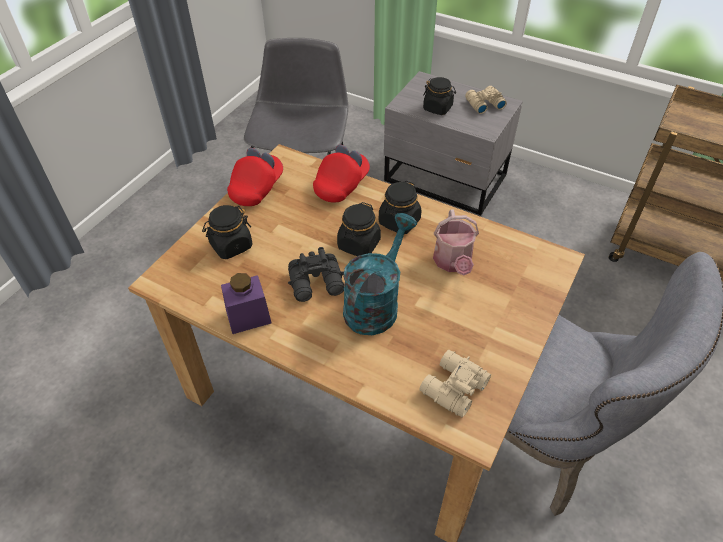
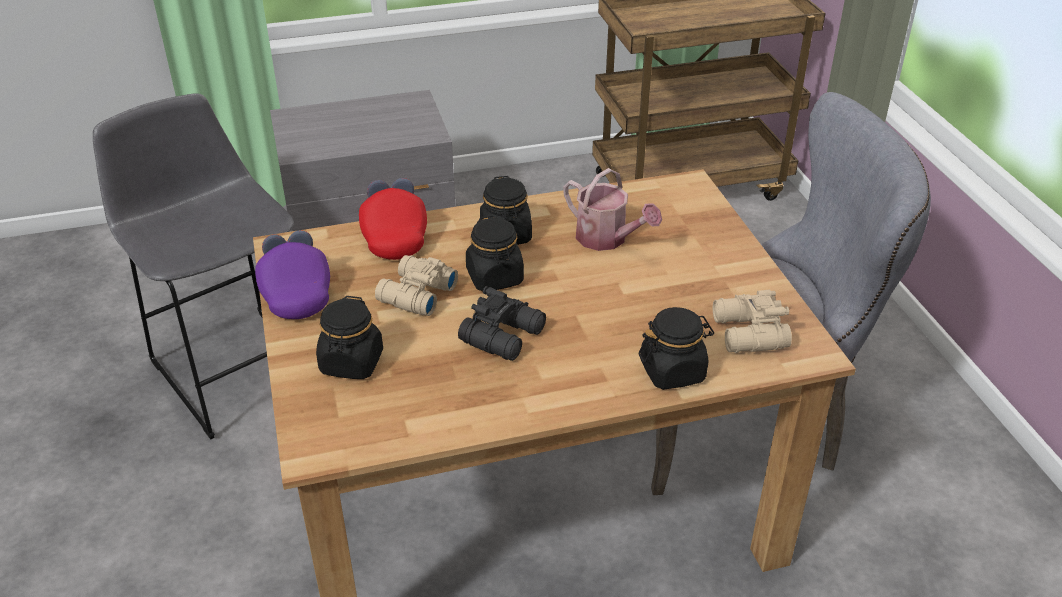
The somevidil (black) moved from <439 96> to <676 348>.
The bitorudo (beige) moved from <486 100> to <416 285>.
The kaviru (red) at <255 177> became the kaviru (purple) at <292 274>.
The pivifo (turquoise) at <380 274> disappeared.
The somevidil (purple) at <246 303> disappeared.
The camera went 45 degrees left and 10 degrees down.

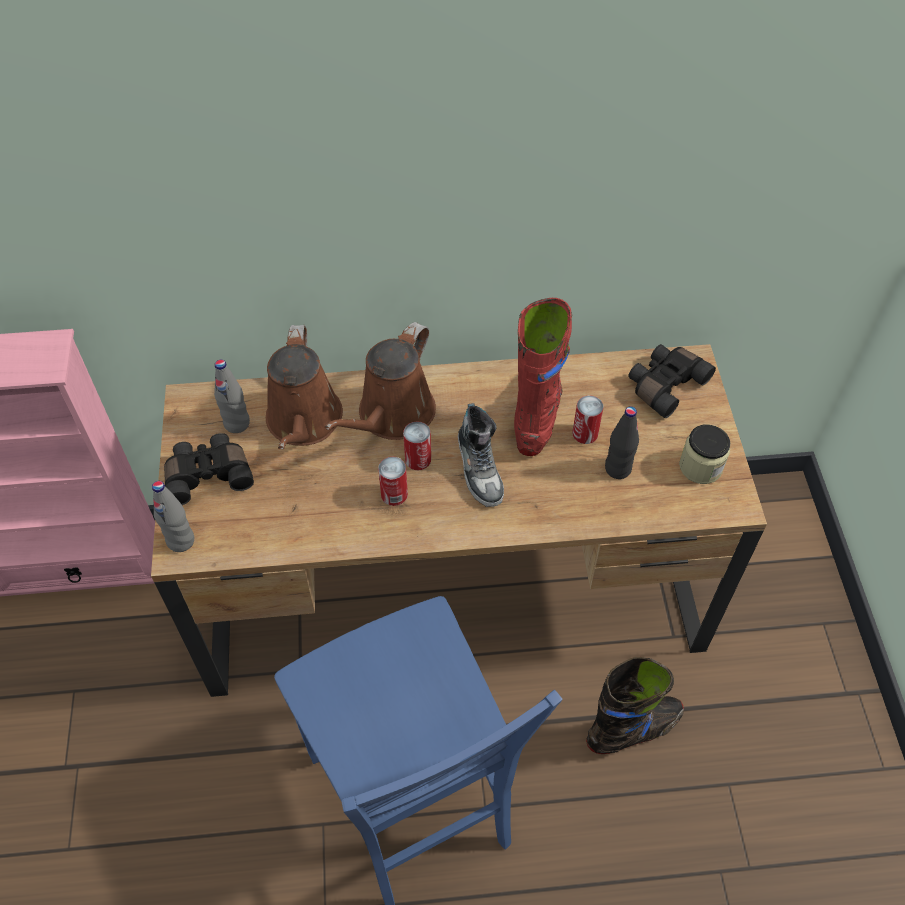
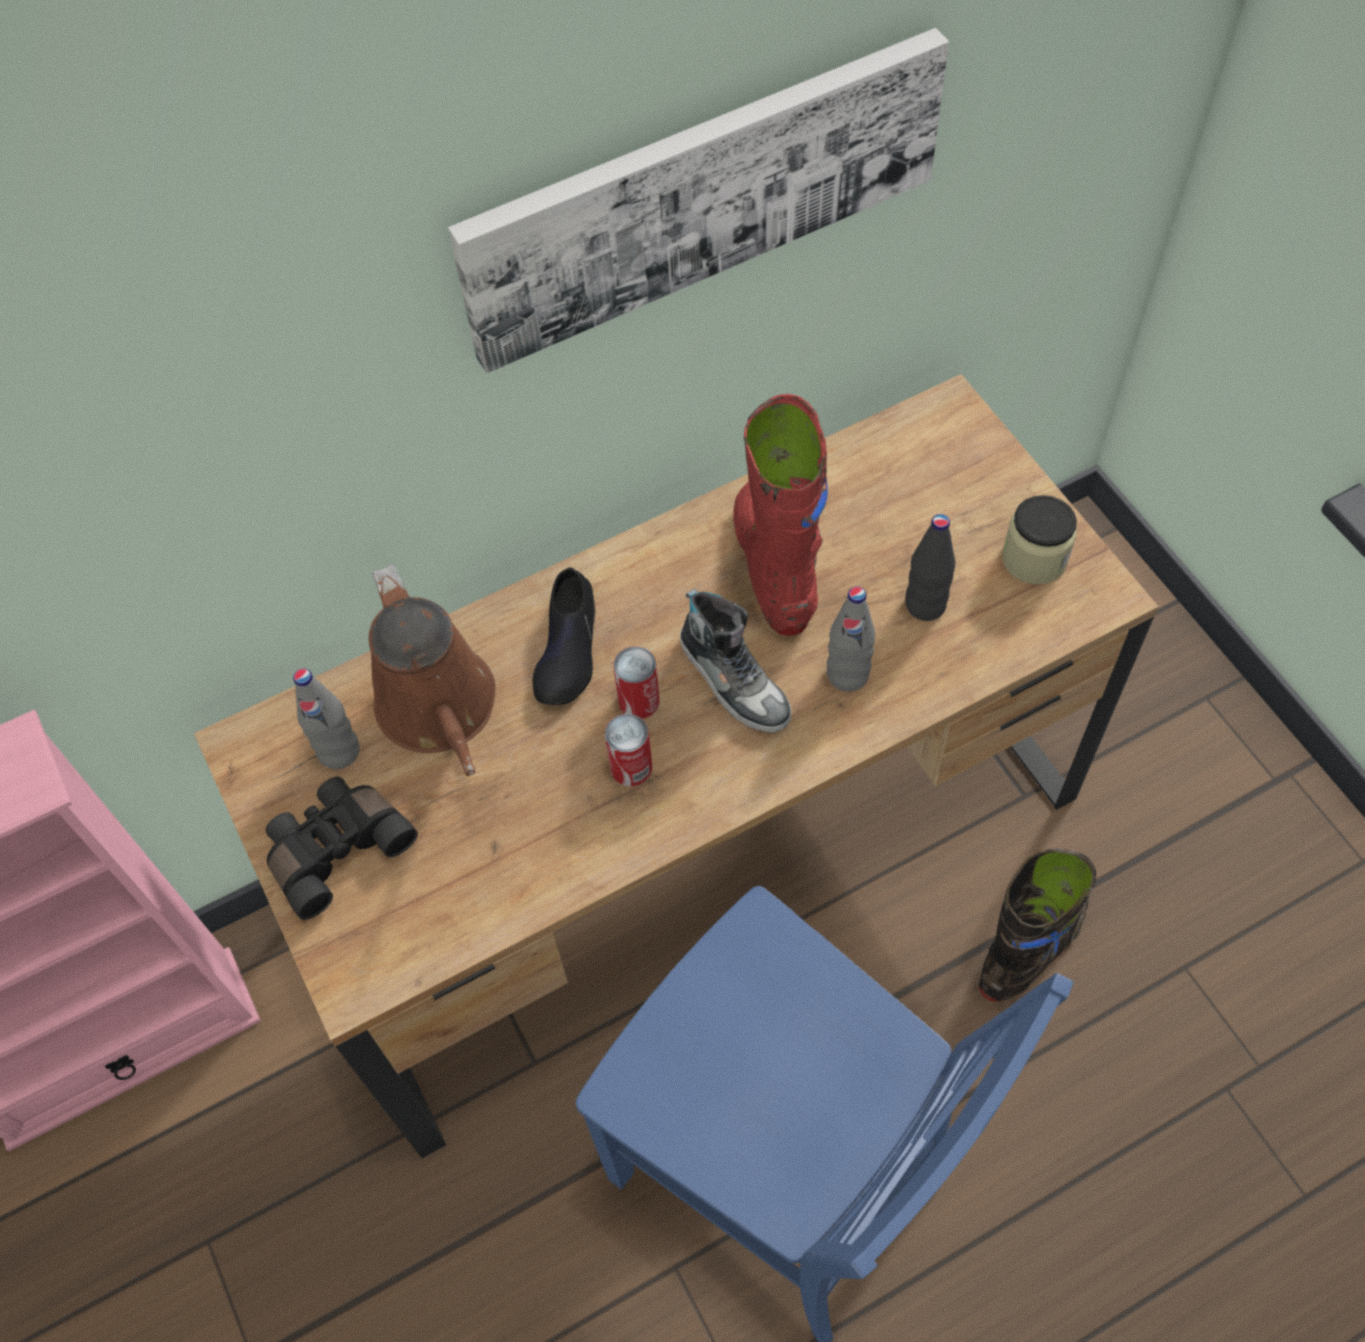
The pivifo (brown) at <380 381> was replaced by the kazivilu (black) at <563 636>.
The bitorudo (black) at <672 381> disappeared.
The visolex at <588 419> disappeared.
The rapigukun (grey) moved from <173 516> to <851 639>.
The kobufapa at <698 200> appeared.
The camera went 20 degrees left and 5 degrees up.

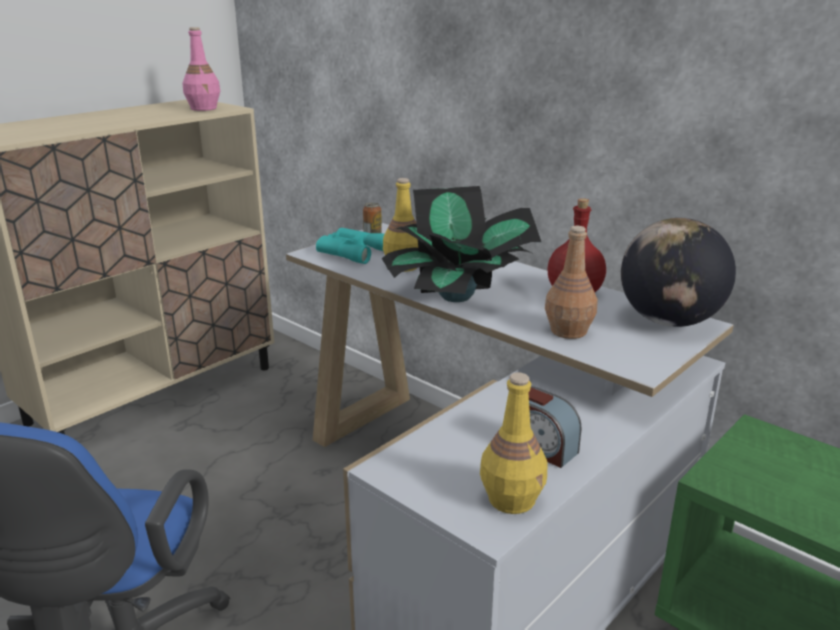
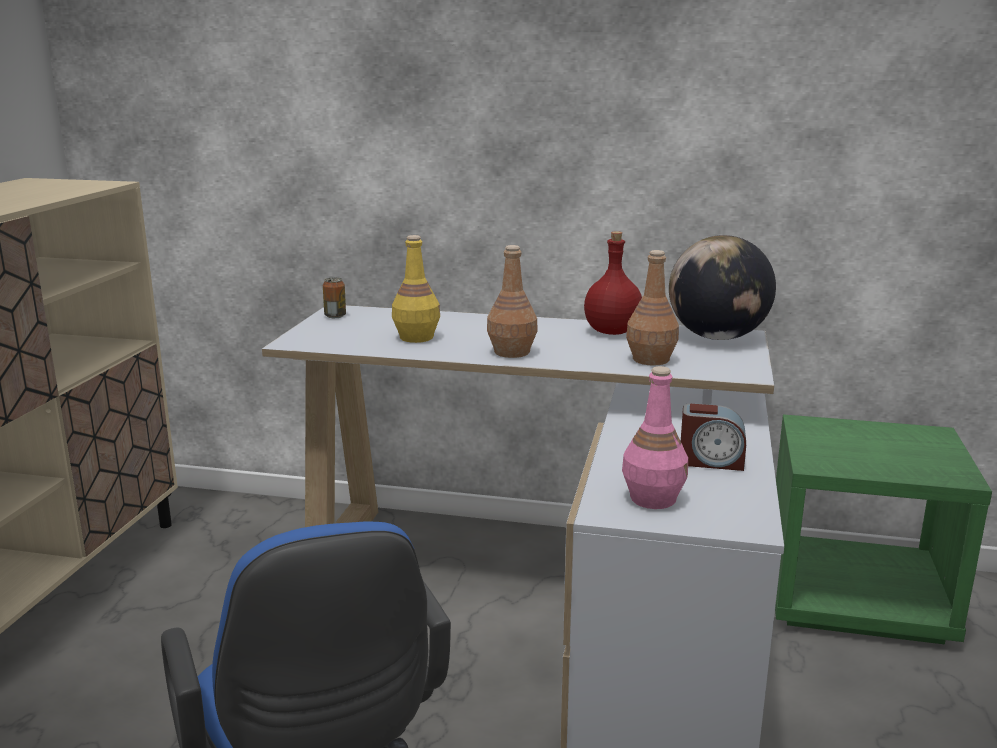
The rapigukun (pink) moved from <201 69> to <655 437>.
The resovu at <461 244> was replaced by the rapigukun (brown) at <512 301>.
The bitorudo (turquoise) at <350 246> disappeared.
The rapigukun (yellow) at <514 443> disappeared.
The camera went 30 degrees left and 5 degrees down.

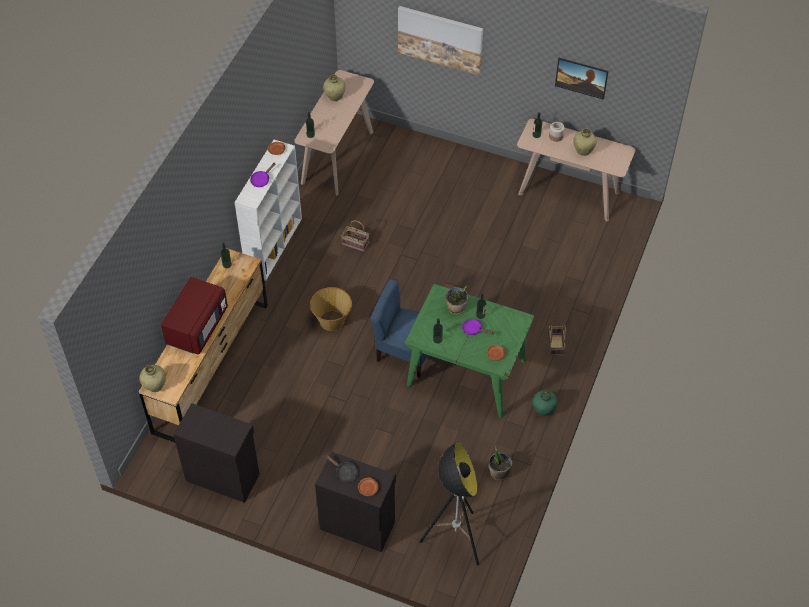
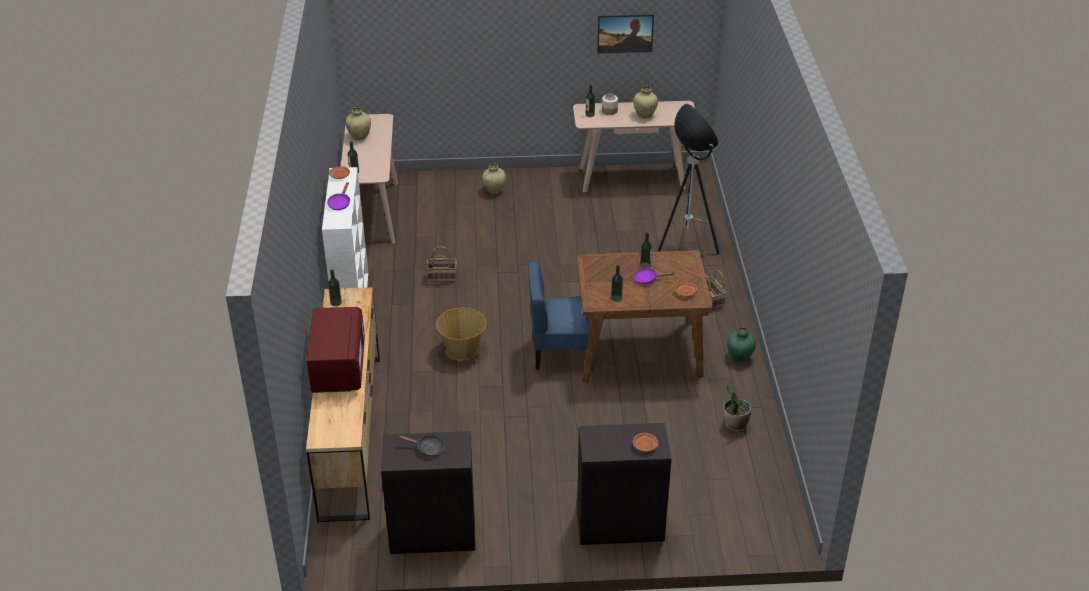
The kobufapa at <440 40> disappeared.
The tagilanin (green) at <469 351> became the tagilanin (brown) at <644 316>.
The resovu at <457 300> disappeared.
The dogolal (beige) moved from <152 378> to <494 179>.
The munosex moved from <449 504> to <689 179>.
The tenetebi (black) moved from <342 468> to <422 446>.
The camera went 25 degrees left and 15 degrees down.

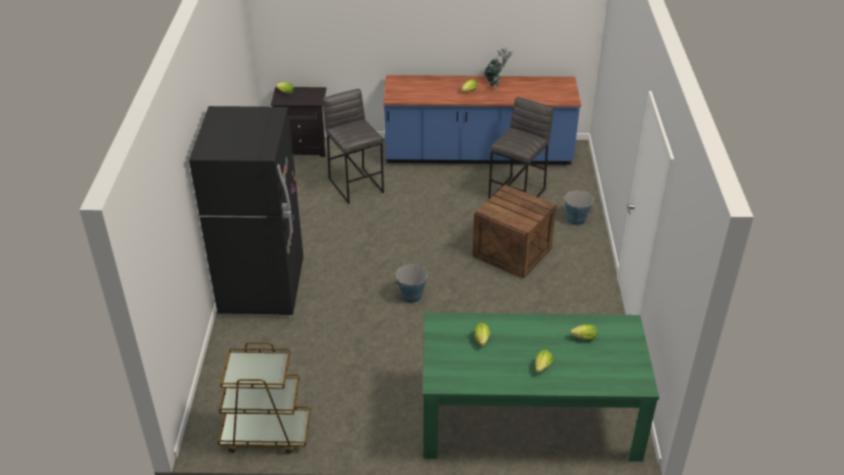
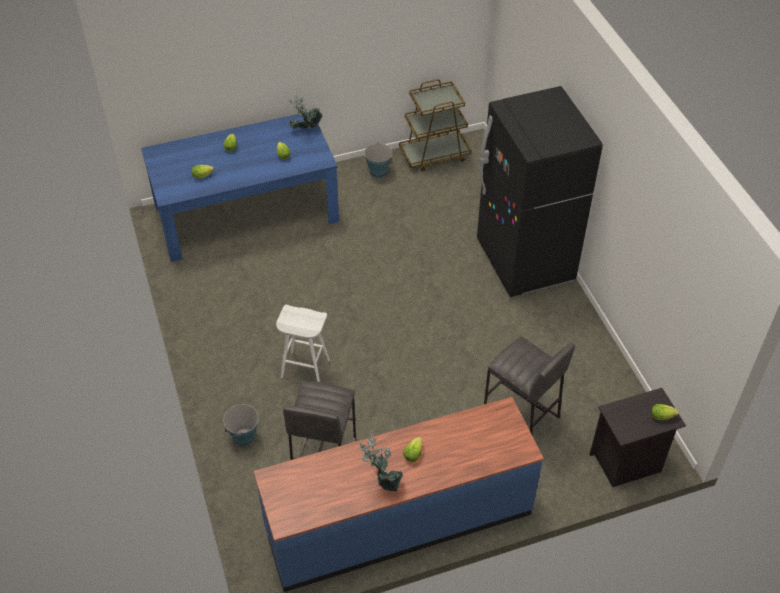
The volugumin at <514 231> was replaced by the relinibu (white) at <303 343>.
The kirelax moved from <412 283> to <378 160>.
The tagilanin (green) at <540 387> became the tagilanin (blue) at <240 187>.
The resovu at <305 112> appeared.
The camera went 160 degrees right and 10 degrees up.

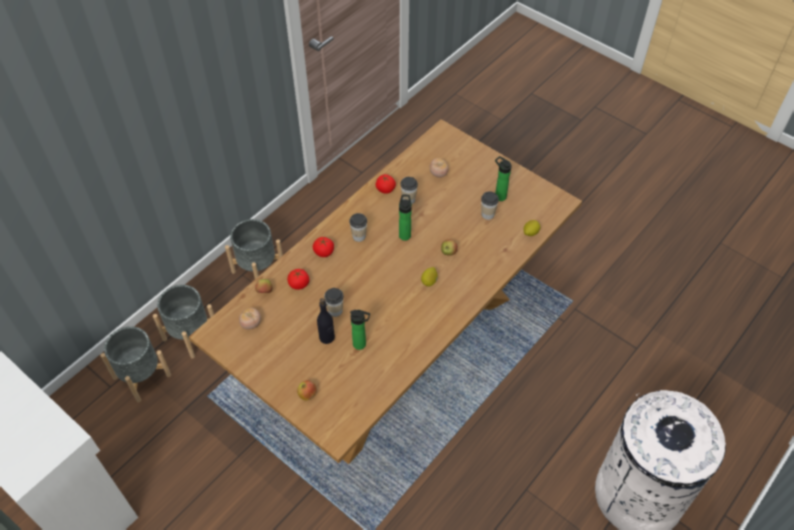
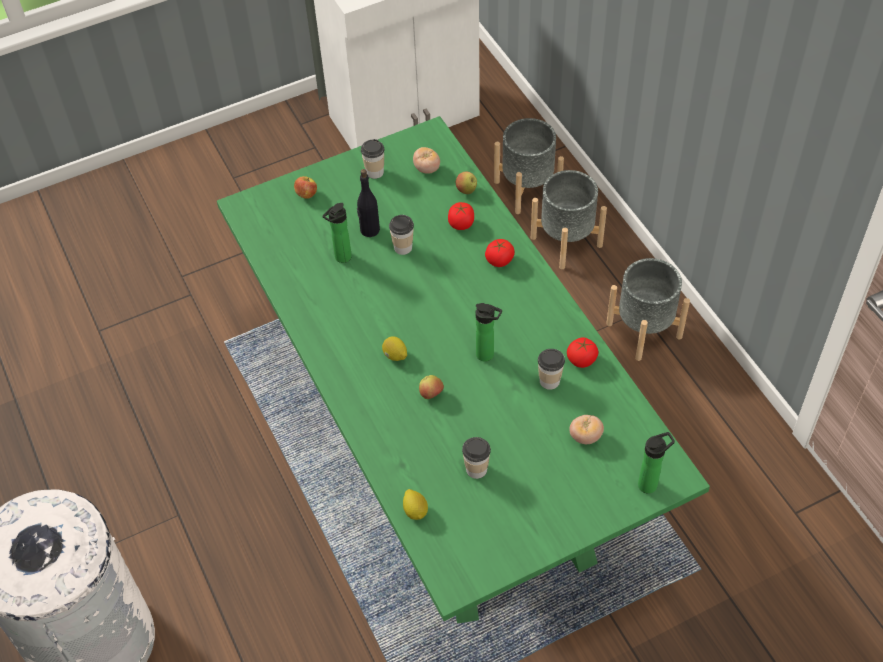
The tagilanin (brown) at <385 291> became the tagilanin (green) at <463 369>.
The rapigukun moved from <503 178> to <656 463>.
The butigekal moved from <358 227> to <372 159>.
The camera went 115 degrees right and 0 degrees up.

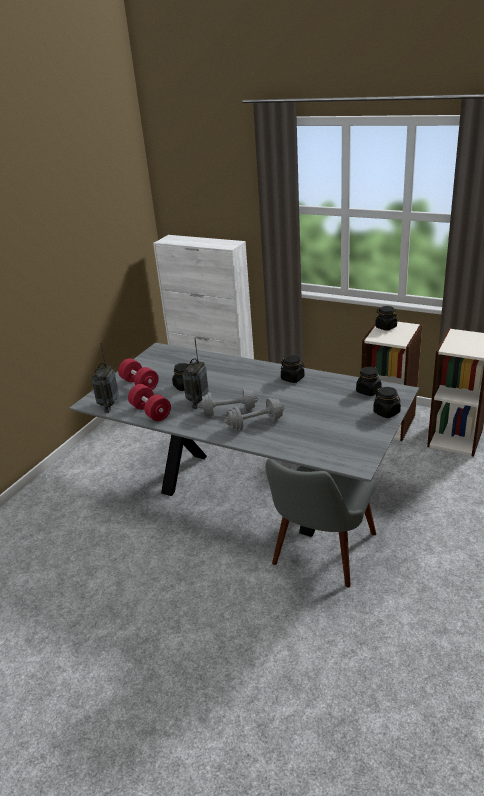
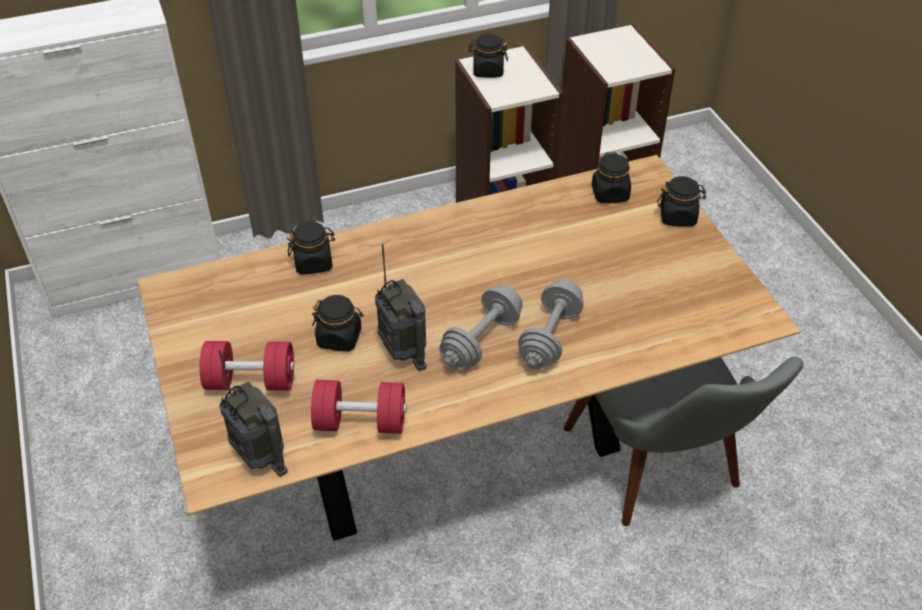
The tagilanin (grey) at <244 440> became the tagilanin (brown) at <469 348>.
The somevidil (black) moved from <292 369> to <311 248>.
The camera went 50 degrees left and 15 degrees up.

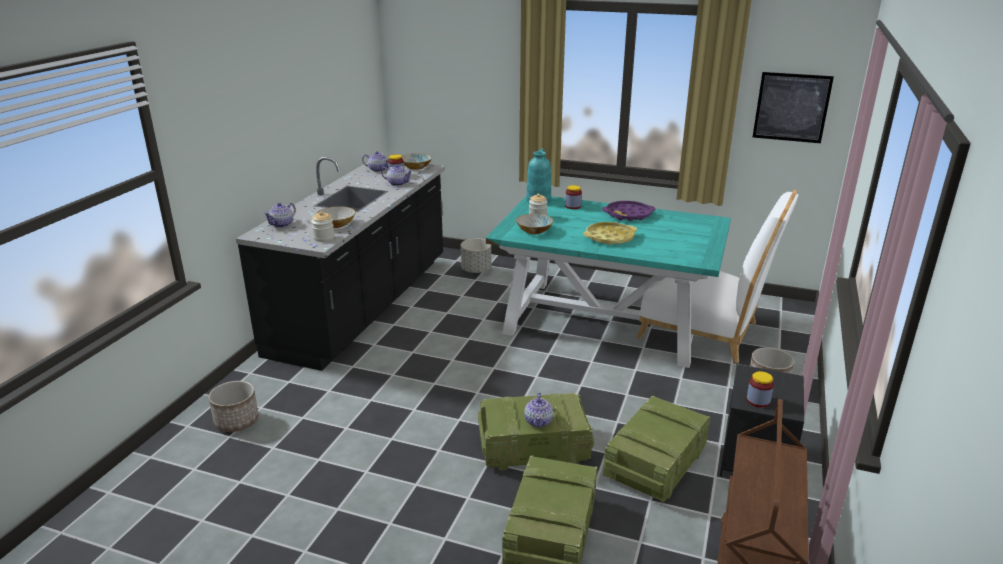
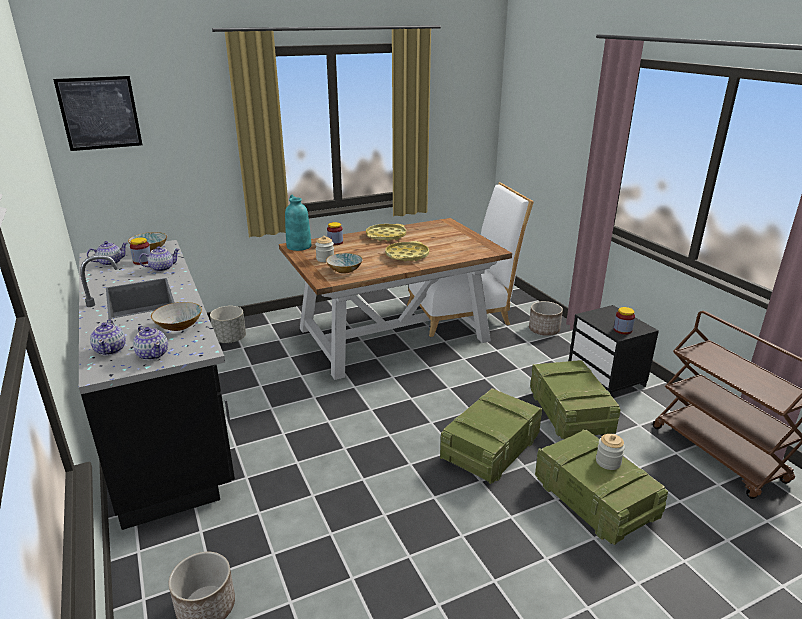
The kobufapa moved from <793 107> to <97 113>.
The tagilanin (turquoise) at <608 282> became the tagilanin (brown) at <395 299>.
The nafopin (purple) at <628 211> became the nafopin (yellow) at <386 233>.
The somevidil moved from <323 226> to <610 452>.
The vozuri moved from <538 410> to <150 343>.
The camera went 45 degrees left and 0 degrees up.

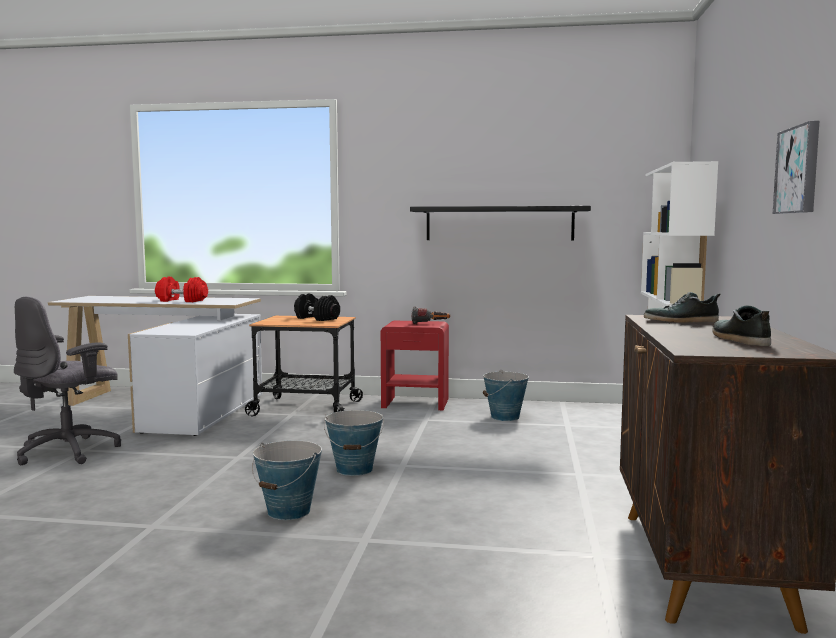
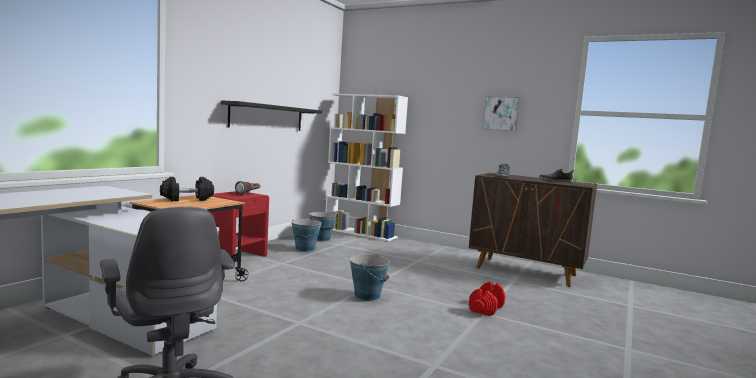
The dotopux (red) moved from <181 289> to <487 298>.
The kirelax moved from <287 480> to <323 227>.
The camera went 70 degrees left and 0 degrees up.

